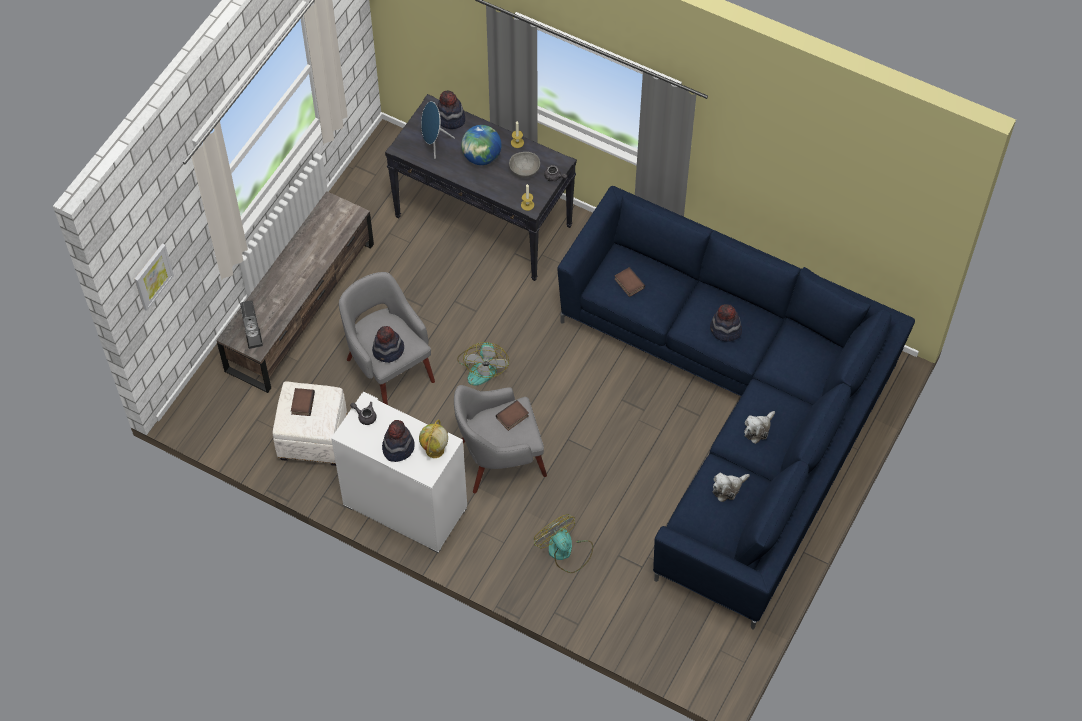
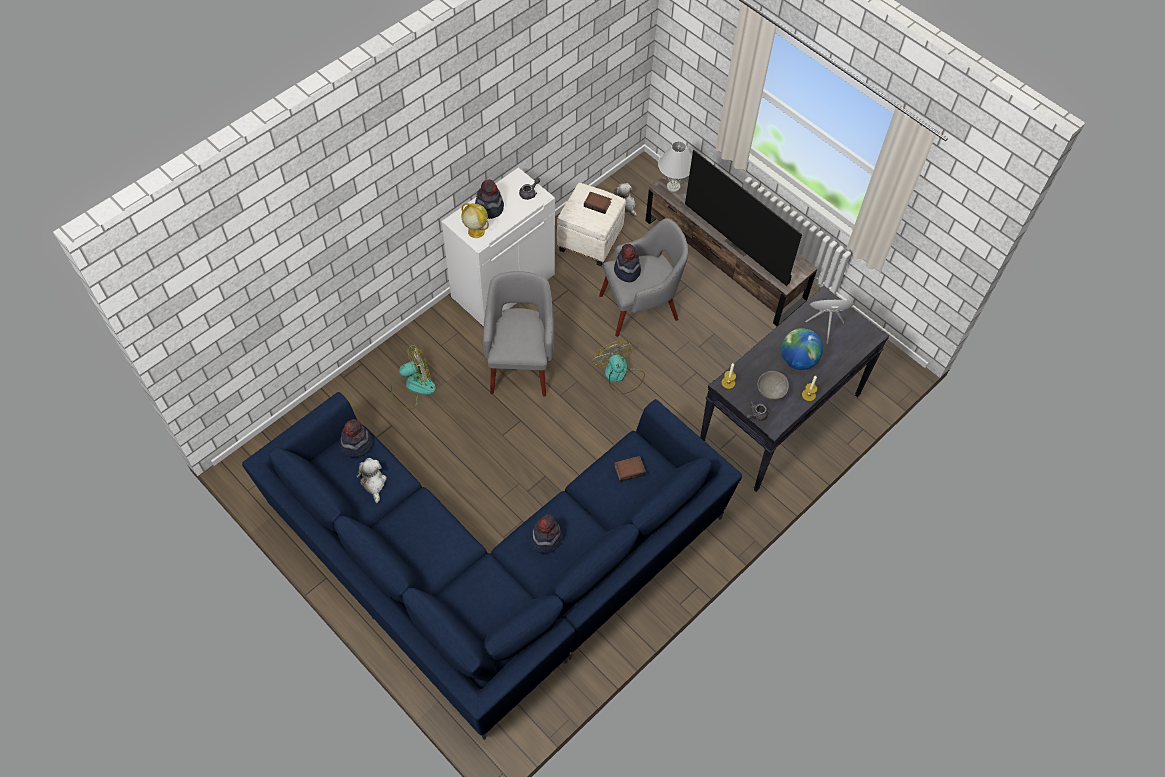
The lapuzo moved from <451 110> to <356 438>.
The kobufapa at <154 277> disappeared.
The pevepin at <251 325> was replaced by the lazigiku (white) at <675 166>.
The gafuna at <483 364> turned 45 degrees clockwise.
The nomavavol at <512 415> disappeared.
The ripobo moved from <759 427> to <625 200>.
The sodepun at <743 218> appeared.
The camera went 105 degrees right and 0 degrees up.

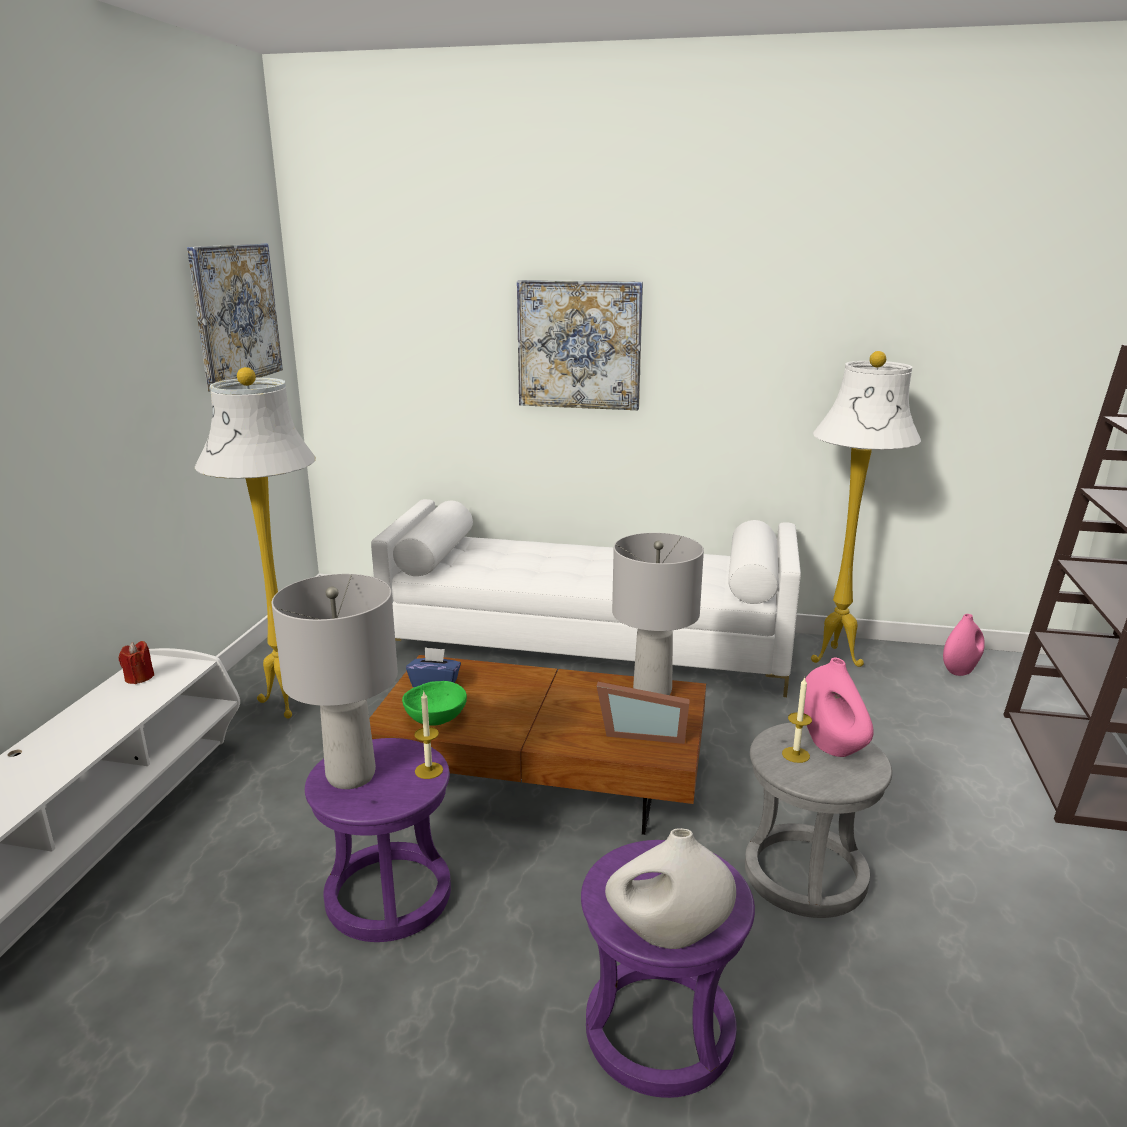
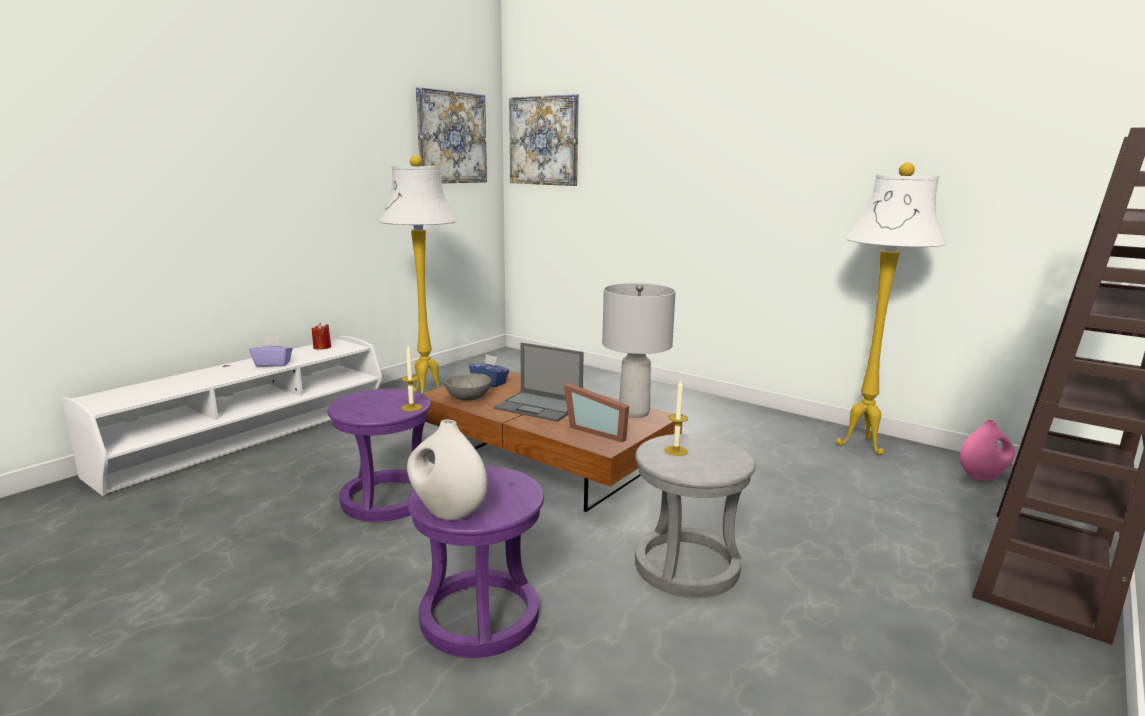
The kobufapa moved from <580 345> to <544 140>.
The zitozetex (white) at <586 598> disappeared.
The lazigiku (grey) at <335 681> disappeared.
The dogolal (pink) at <839 707> disappeared.
The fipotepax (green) at <434 703> became the fipotepax (grey) at <467 387>.
The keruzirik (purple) at <271 352> appeared.
The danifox at <539 382> appeared.
The camera went 25 degrees right and 5 degrees down.

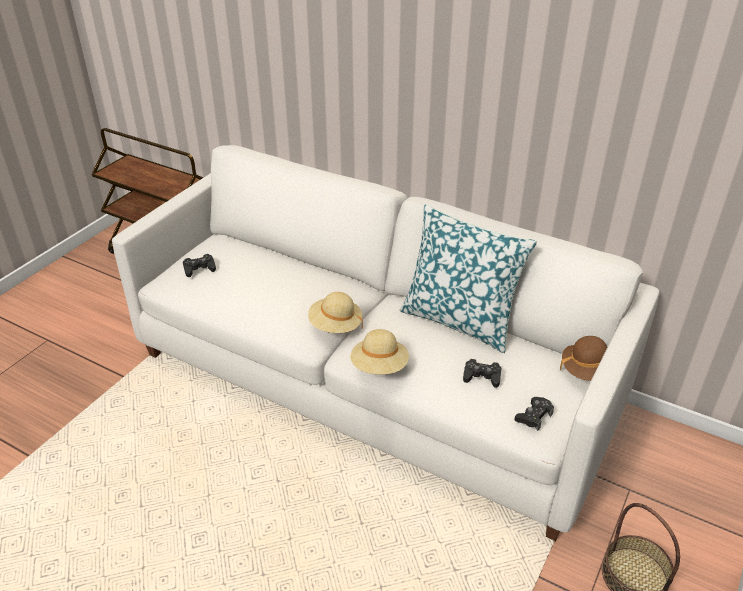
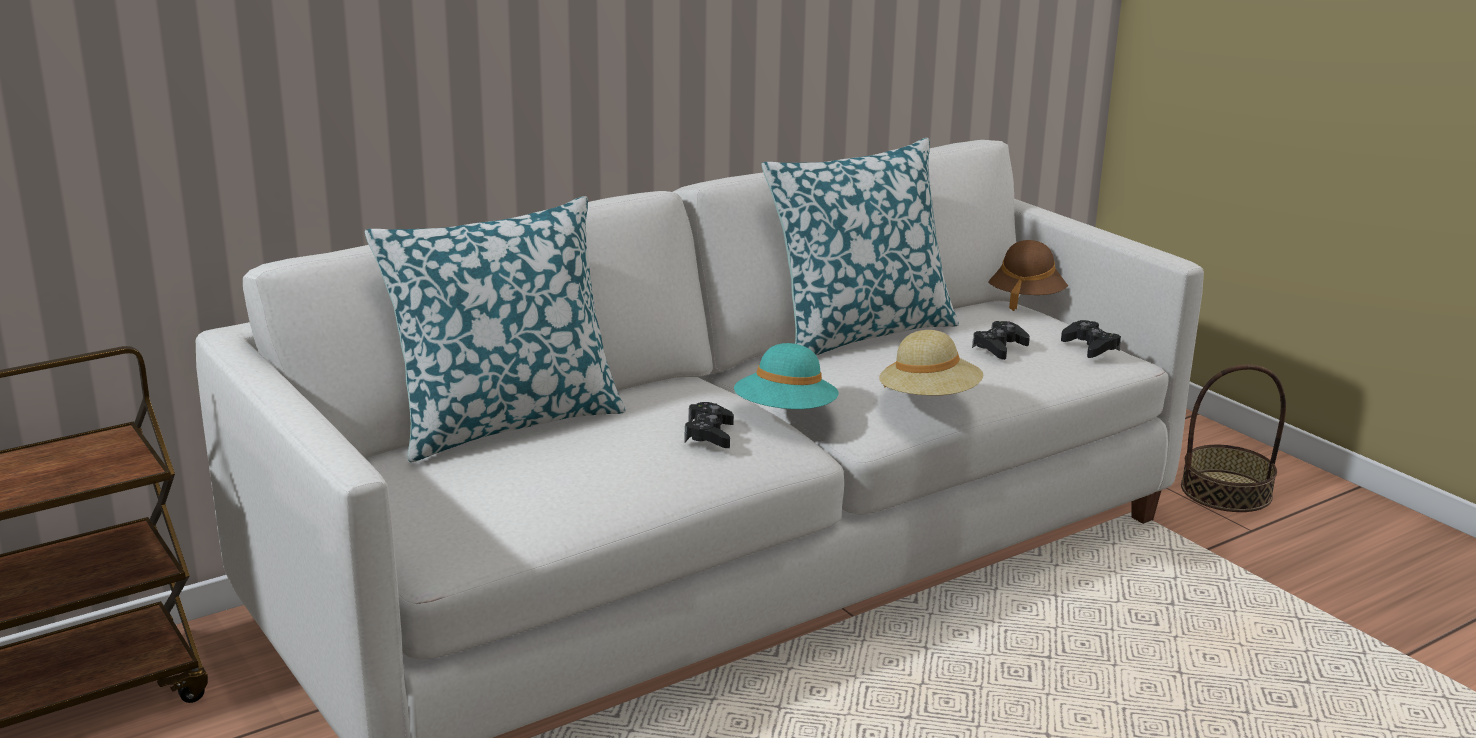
The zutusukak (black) moved from <199 265> to <709 425>.
The lapuzo (beige) at <335 312> became the lapuzo (turquoise) at <786 376>.
The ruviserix at <495 329> appeared.
The camera went 65 degrees left and 15 degrees down.

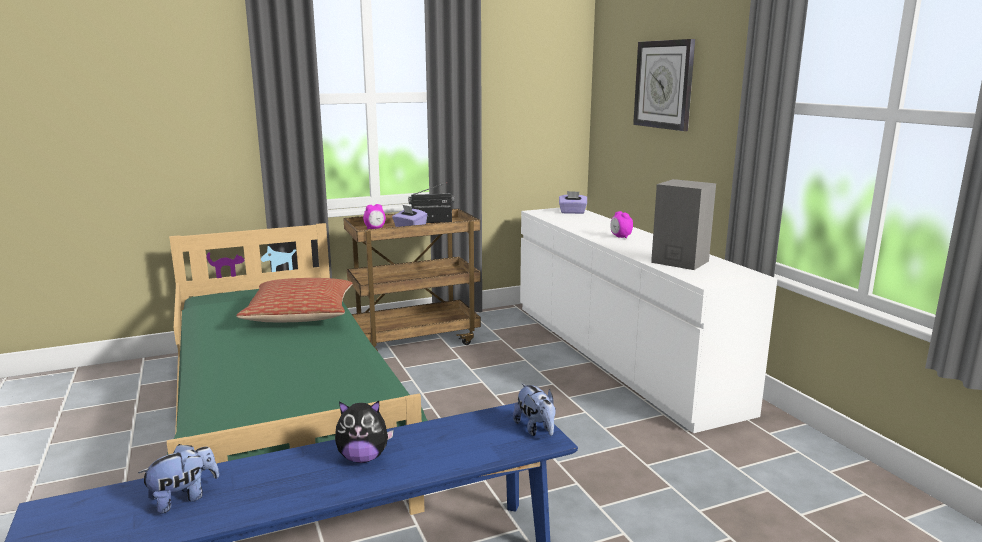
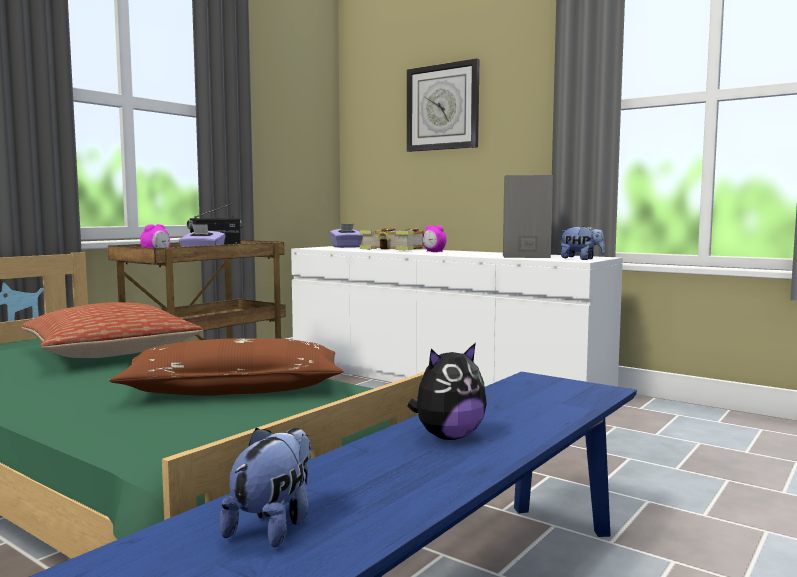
The ripobo moved from <534 409> to <582 243>.
The nomavavol at <392 239> appeared.
The ruviserix (brown) at <226 367> appeared.
The camera went 30 degrees left and 10 degrees down.

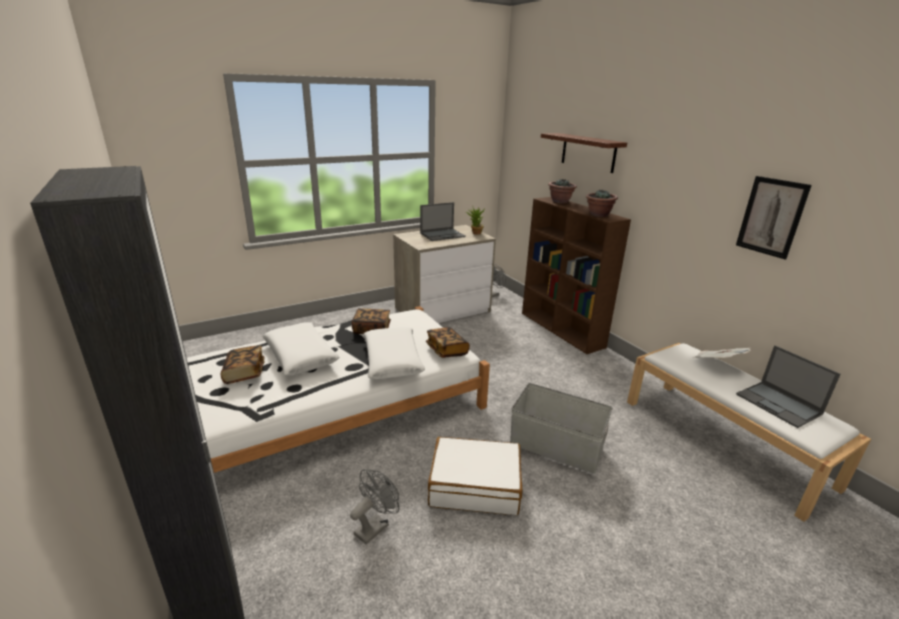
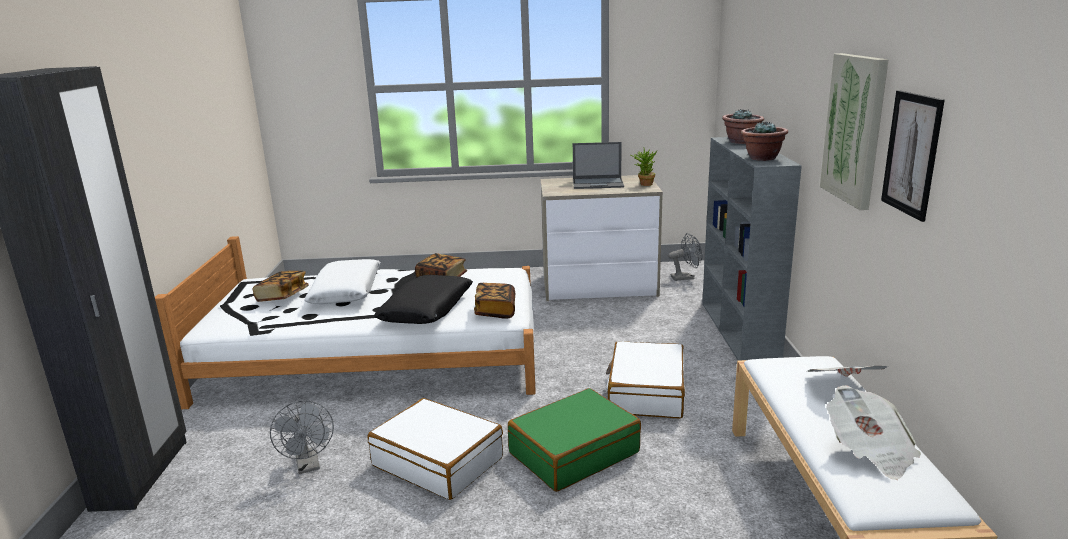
The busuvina at <584 153> disappeared.
The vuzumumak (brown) at <576 275> became the vuzumumak (grey) at <752 249>.
The ruviserix (white) at <394 353> became the ruviserix (black) at <423 299>.
The danifox at <788 386> was replaced by the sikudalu at <873 432>.
The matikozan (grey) at <561 428> was replaced by the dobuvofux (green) at <574 440>.
The gafuna (grey) at <374 506> turned 90 degrees clockwise.
The kobufapa at <854 131> appeared.
The dobuvofux (white) at <645 379> appeared.
The camera went 30 degrees right and 5 degrees down.

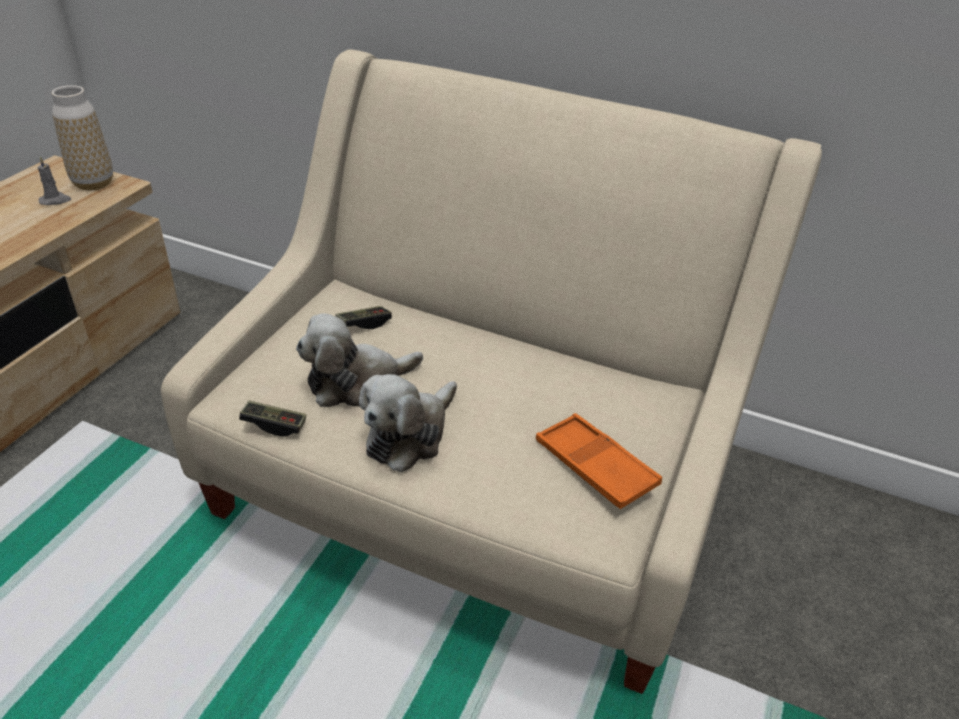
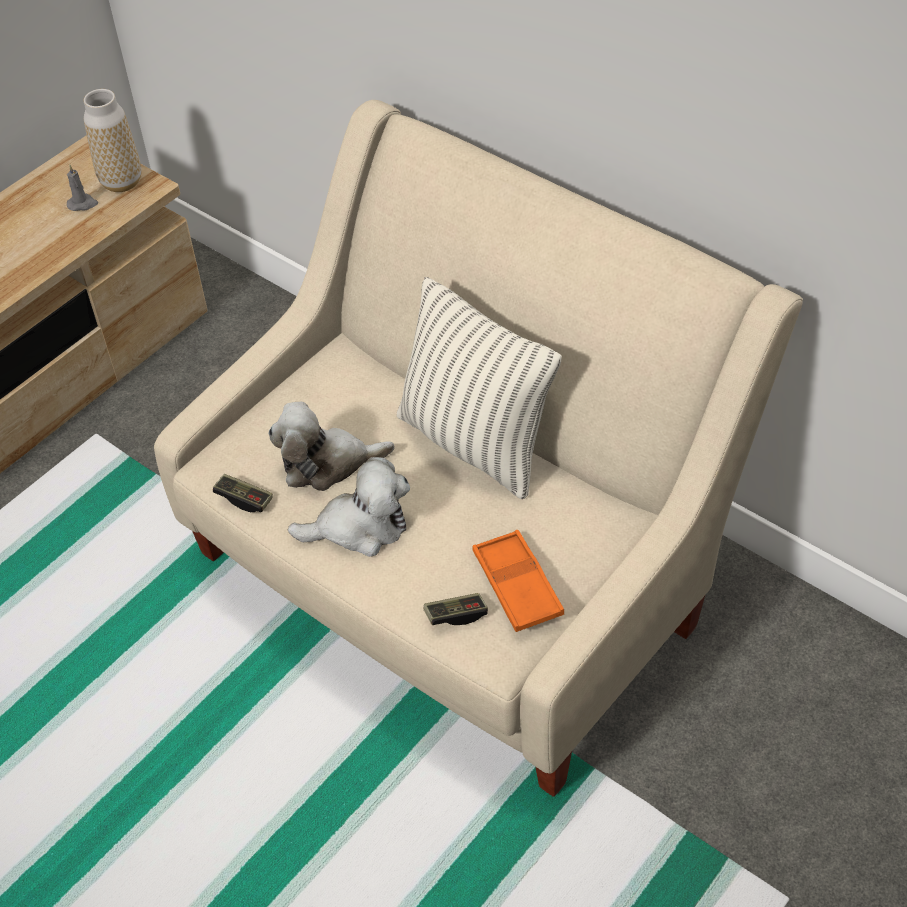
The zutusukak moved from <364 317> to <456 609>.
The ripobo at <408 423> turned 150 degrees counterclockwise.
The ruviserix at <479 388> appeared.
The camera went 20 degrees right and 10 degrees up.

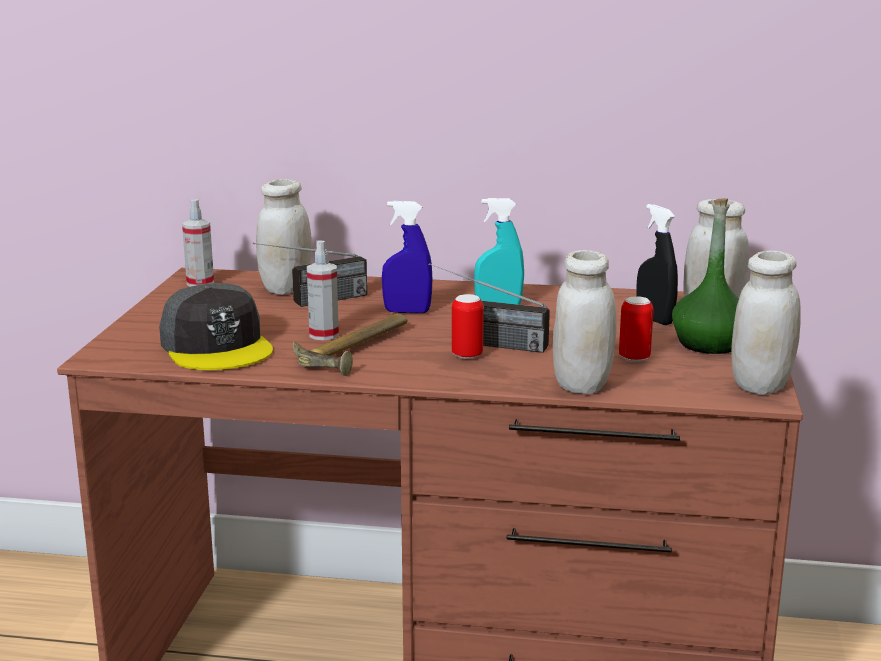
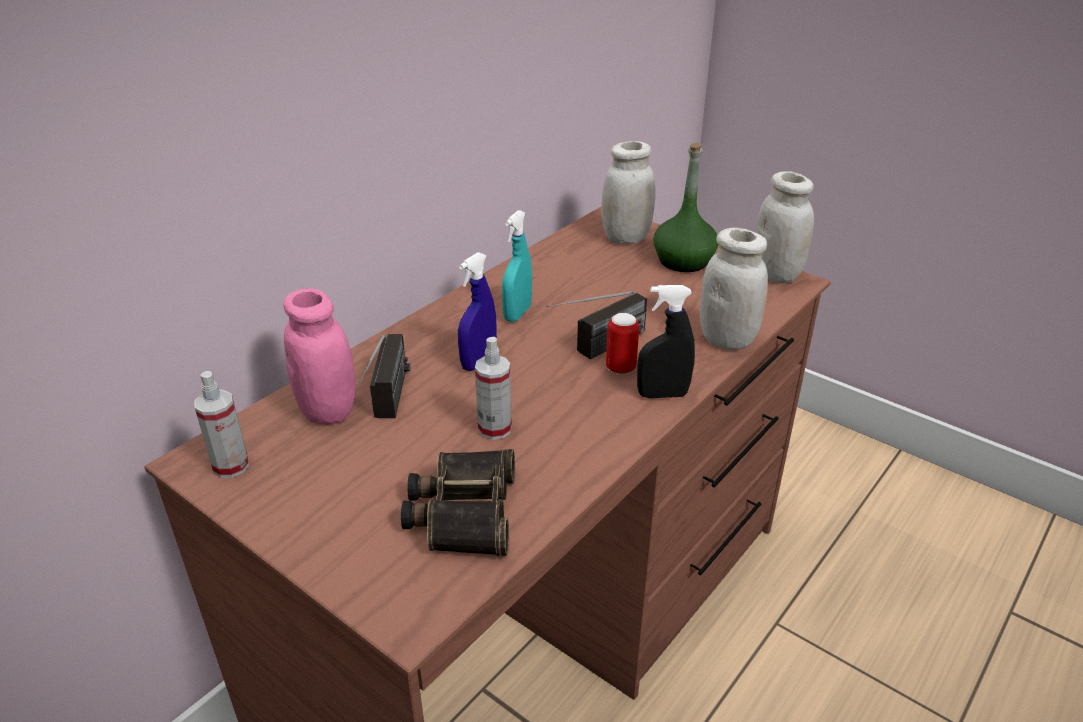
The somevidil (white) at <284 237> became the somevidil (pink) at <320 356>.
The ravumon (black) moved from <657 264> to <666 341>.
The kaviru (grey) at <216 326> was replaced by the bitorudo at <458 502>.
The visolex at <636 329> disappeared.
The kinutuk at <350 344> disappeared.
The camera went 60 degrees left and 15 degrees up.

